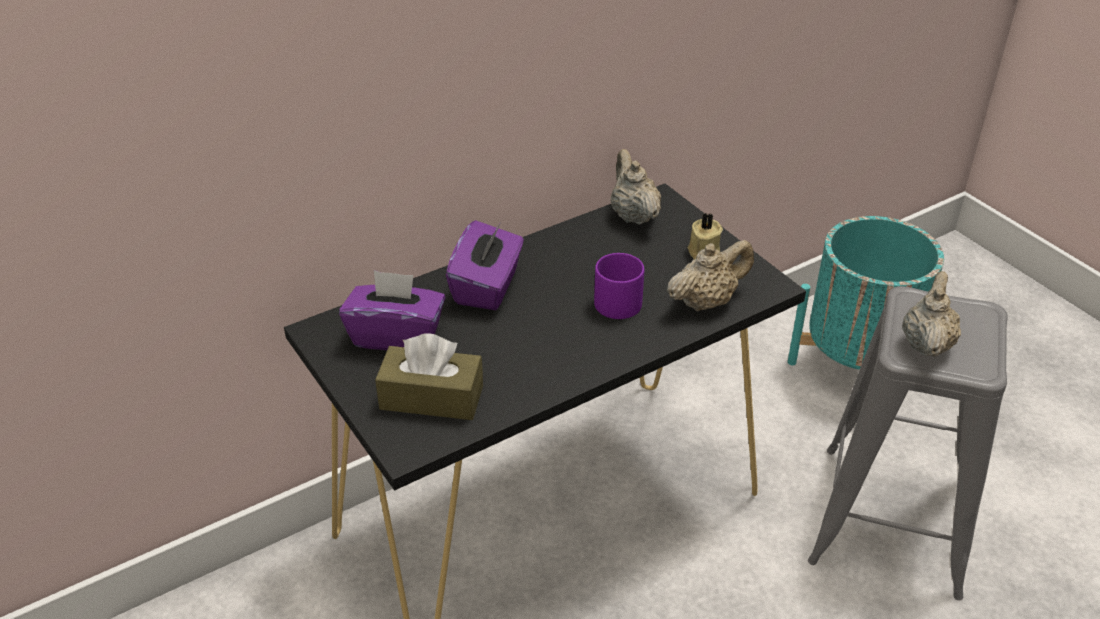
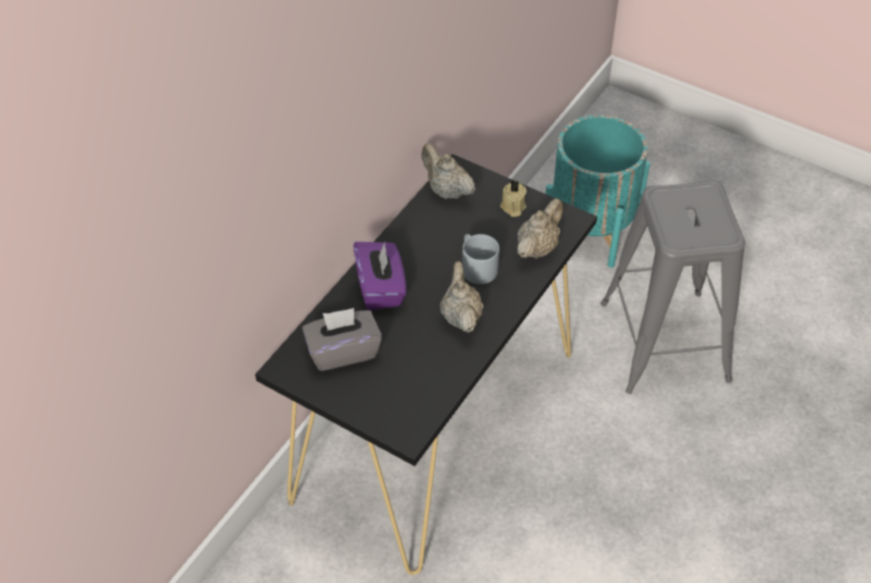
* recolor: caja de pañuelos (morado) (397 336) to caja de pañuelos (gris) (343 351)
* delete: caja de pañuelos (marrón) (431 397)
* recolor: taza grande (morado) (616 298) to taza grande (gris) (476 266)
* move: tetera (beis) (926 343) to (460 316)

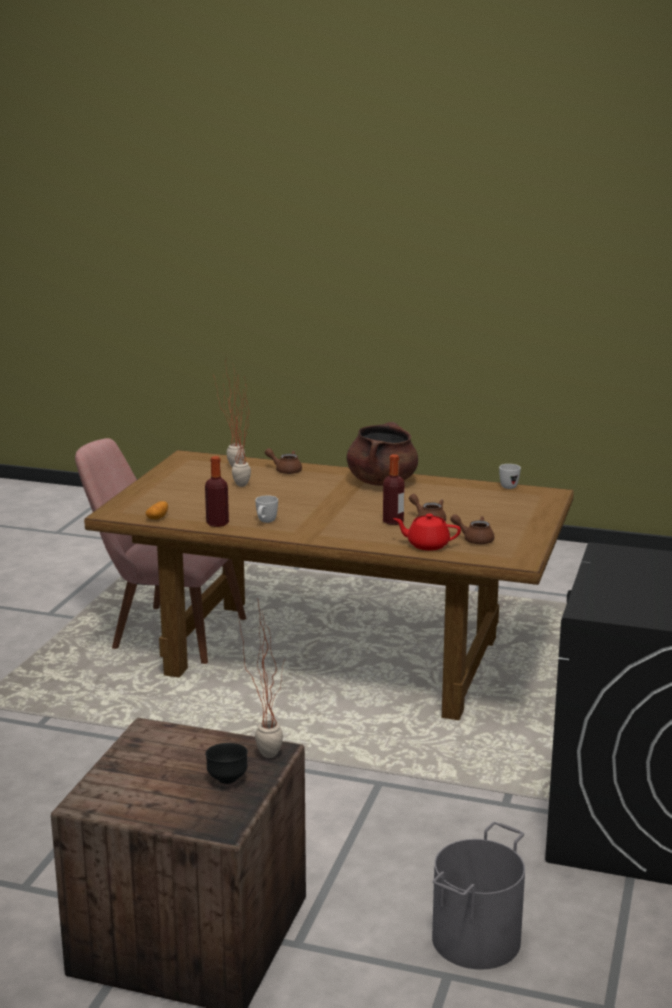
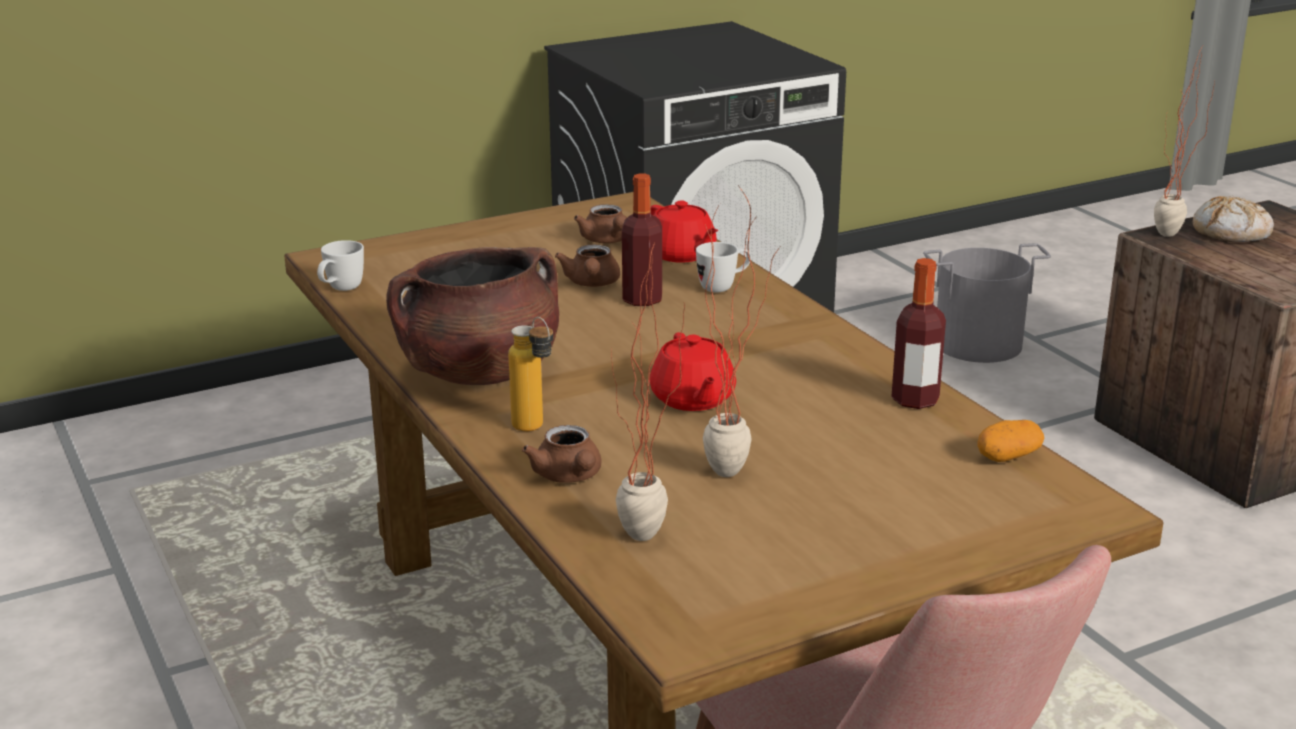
* replace: cuenco (negro) (227 779) to pan (1231 232)
* move: taza grande (blanco) (265 522) to (723 287)
* insert: botella (535 430)
* insert: tetera (rojo) (692 399)

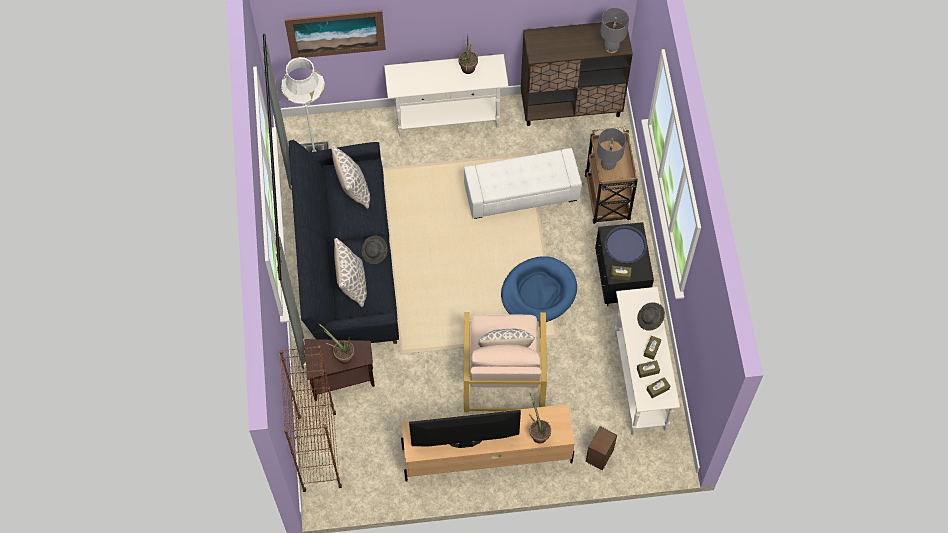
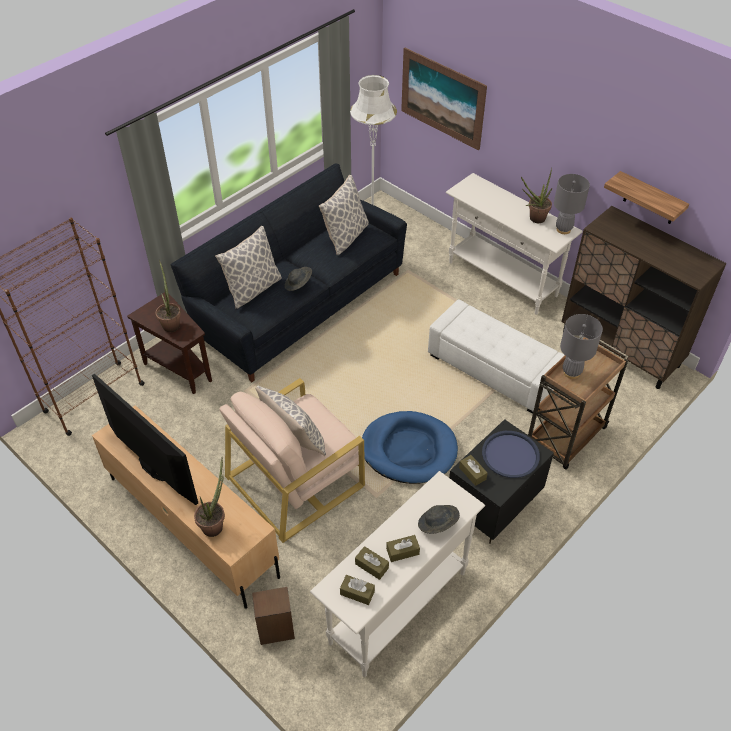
* move: lámpara de mesa (gris) (611 48) to (563 229)
* insert: estante (650 199)

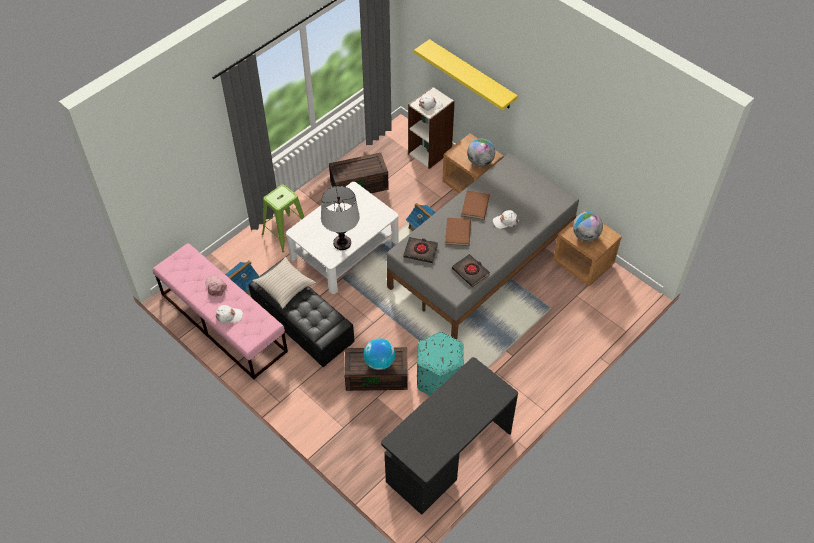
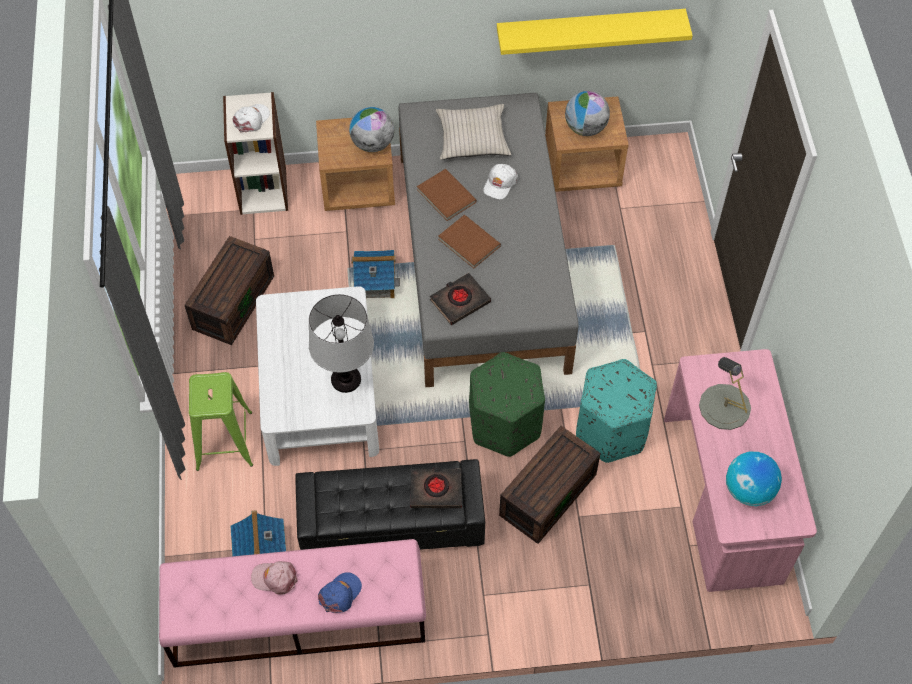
* recolor: gorra (blanco) (229 315) to gorra (azul) (340 594)
* move: cojín (beis) (284 286) to (472 138)
* move: globo terráqueo (379 362) to (748 490)
* recolor: escritorio (negro) (448 456) to escritorio (rosa) (725 498)
* move: estante (amarillo) (472 75) to (590 28)
* move: libro (negro) (471 272) to (436 490)
* insert: puf (verde) (505 423)
* insert: lámpara de mesa (gris) (724 407)

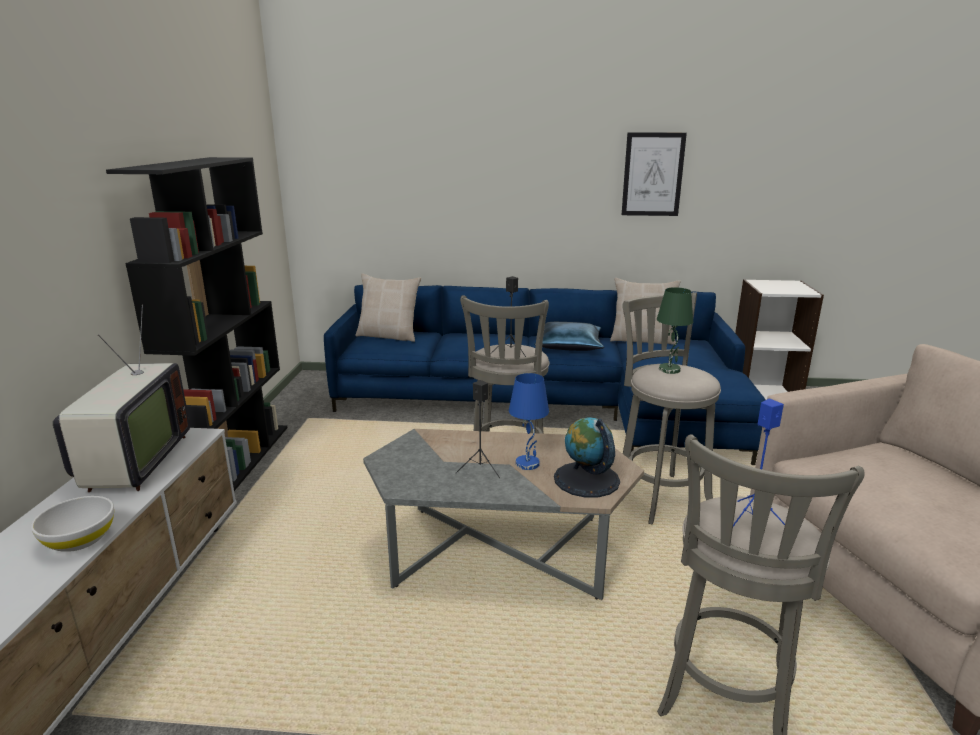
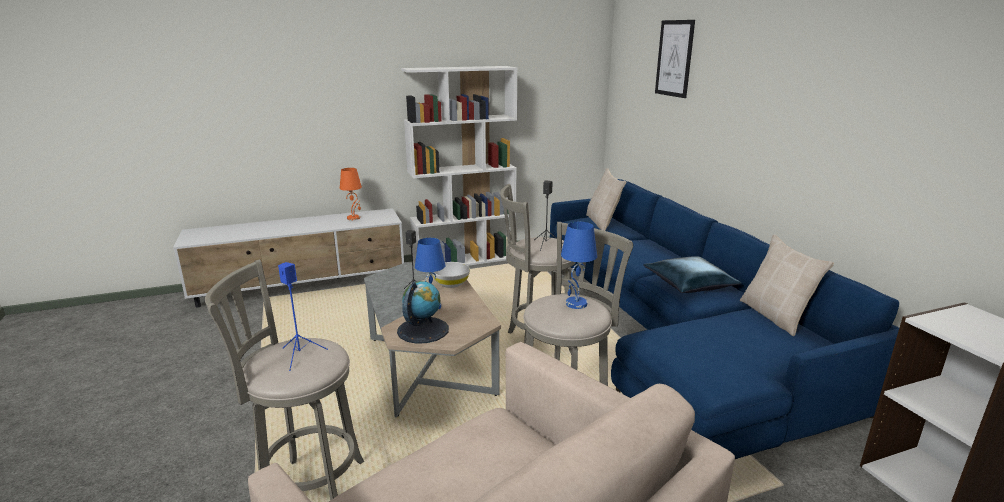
* move: cuenco (blanco) (79 539) to (451 283)
* replace: televisor (133 463) to lámpara de mesa (naranja) (354 218)
* recolor: estantería (negro) (237 461) to estantería (blanco) (464 260)
* move: cuadro (653 174) to (674 58)
* recolor: lámpara de mesa (verde) (670 370) to lámpara de mesa (azul) (576 304)

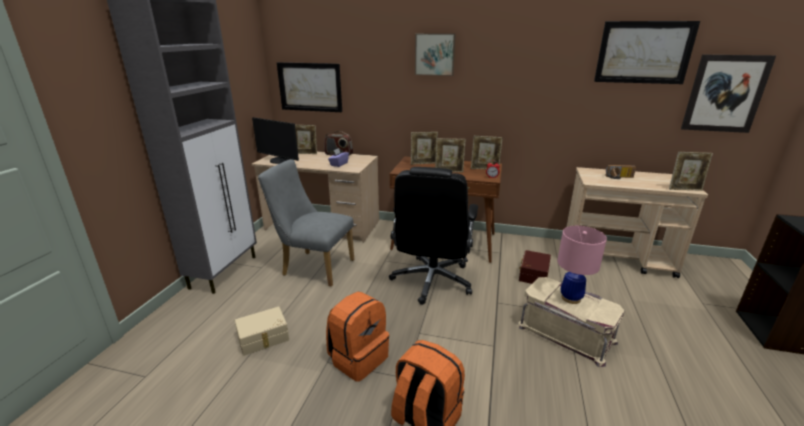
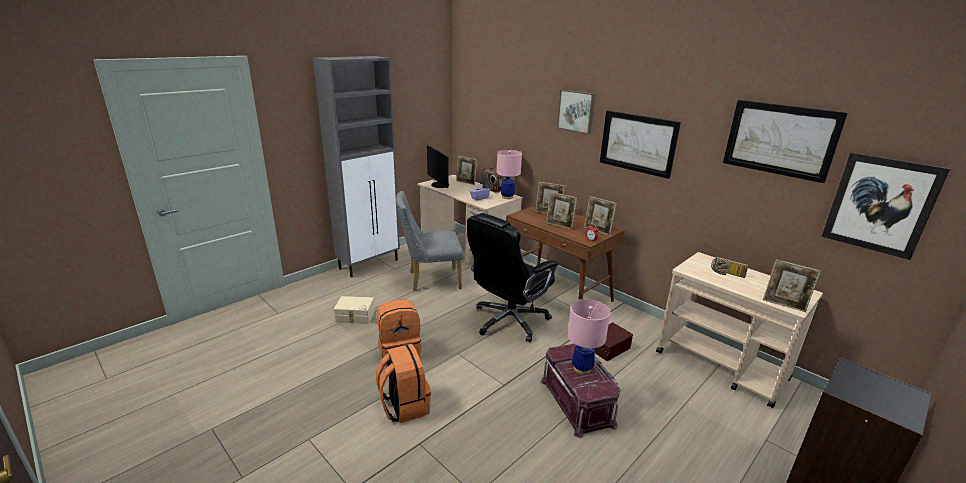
* rotate: silla (gris) (313 267) = (430 280) 60 degrees counterclockwise
* move: cuadro (310 87) to (638 143)
* recolor: caja de almacenaje (beis) (566 333) to caja de almacenaje (rojo) (578 402)
* insert: lámpara de mesa (rosa) (507 197)

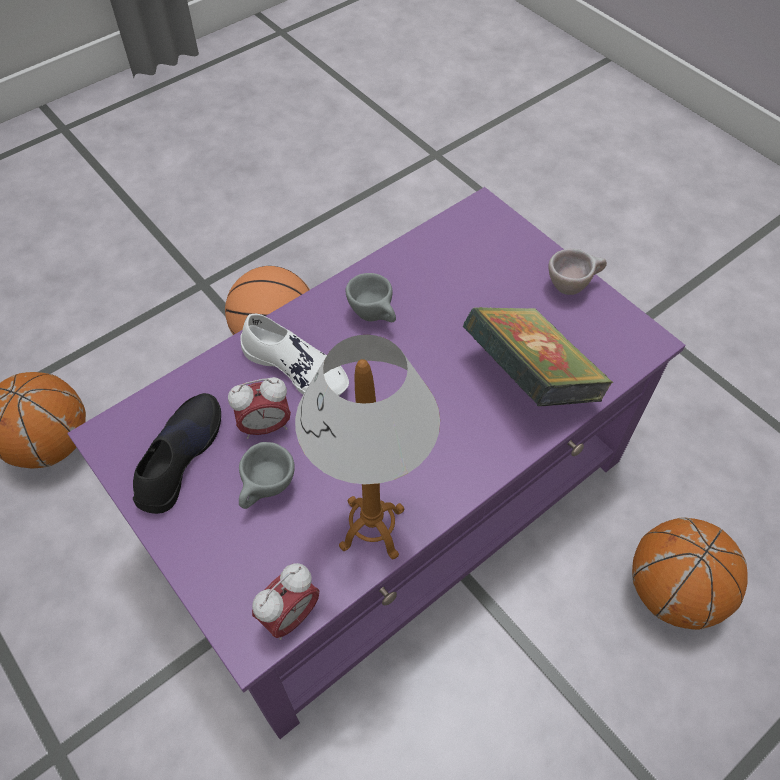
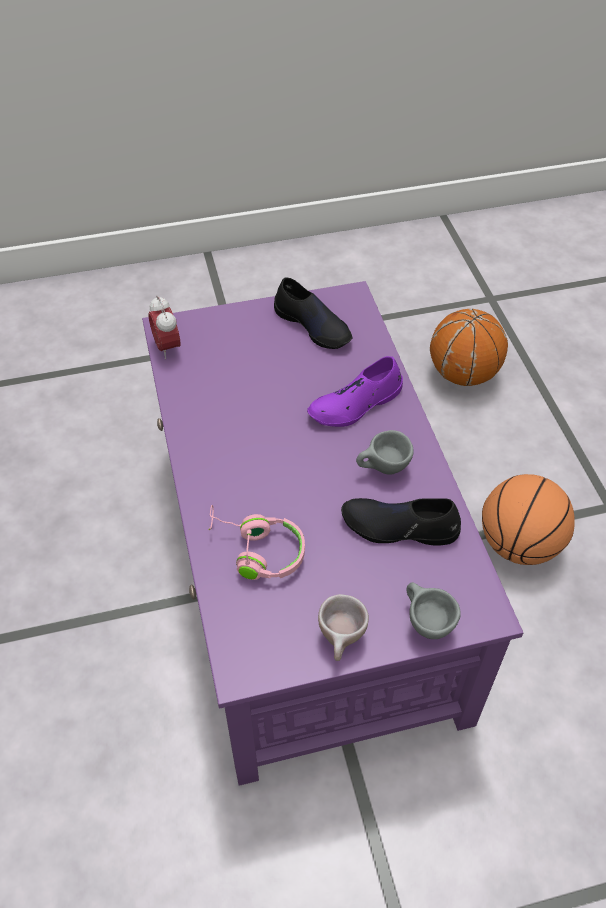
* delete: despertador (265 426)
* move: taza (gris) (266 491) to (424 623)
* recolor: zapato (blanco) (296 367) to zapato (morado) (355 404)
* delete: lámpara de mesa (373 529)
* replace: libro (529 379) to auriculares (rosa) (256 550)
* delete: balón de baloncesto (672 591)
* insert: zapato (negro) (399 527)

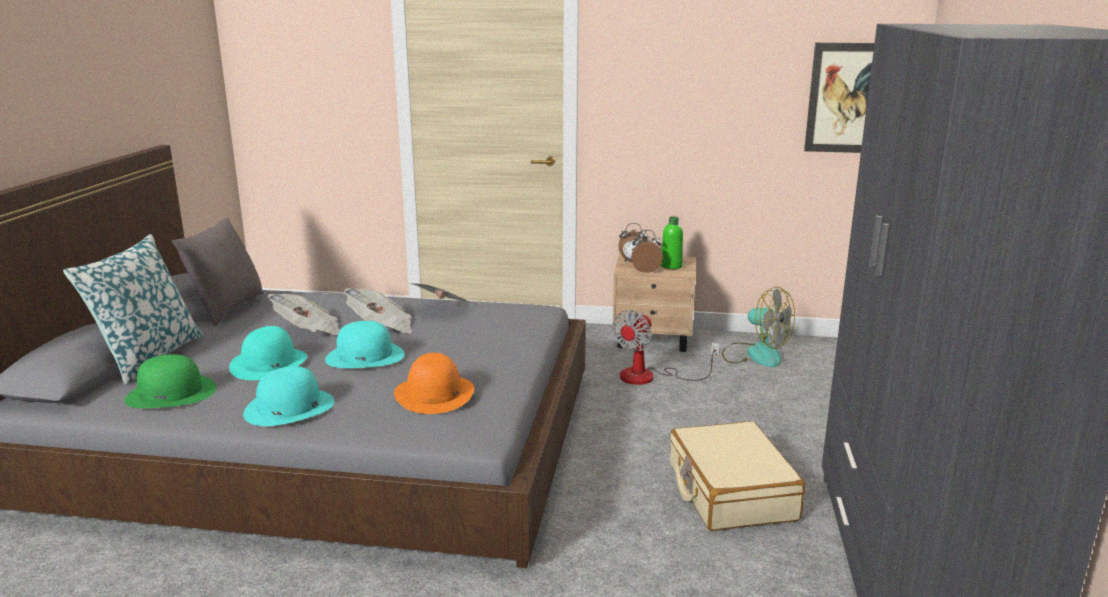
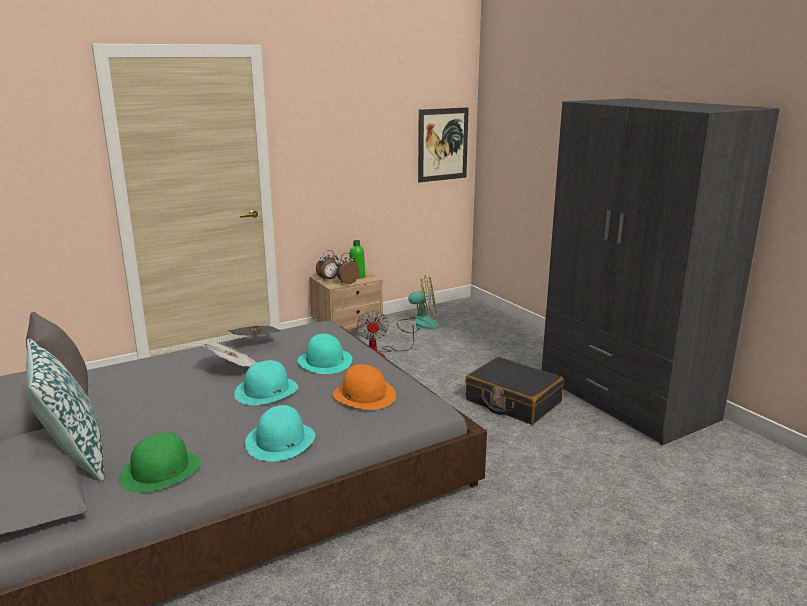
* move: sombrero (turquesa) (269 363) to (325 361)
* delete: periódico (308 331)
* recolor: maleta (beis) (730 492) to maleta (negro) (512 401)

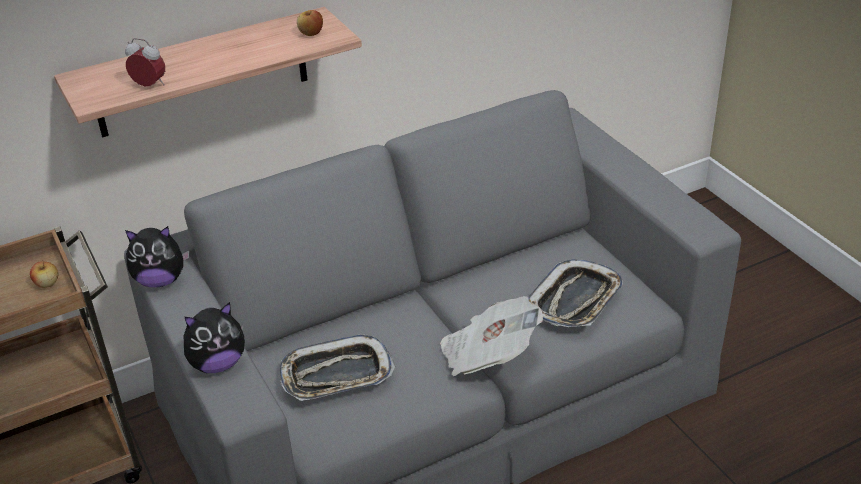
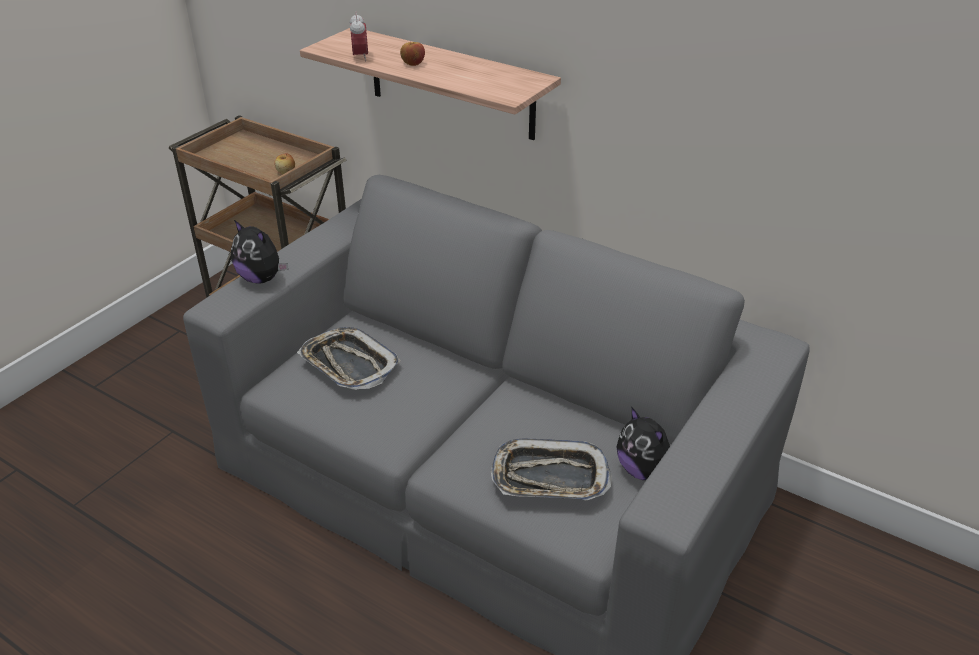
* move: peluche (160 280) to (643 470)
* move: manzana (311 33) to (413 64)
* delete: periódico (488 355)

